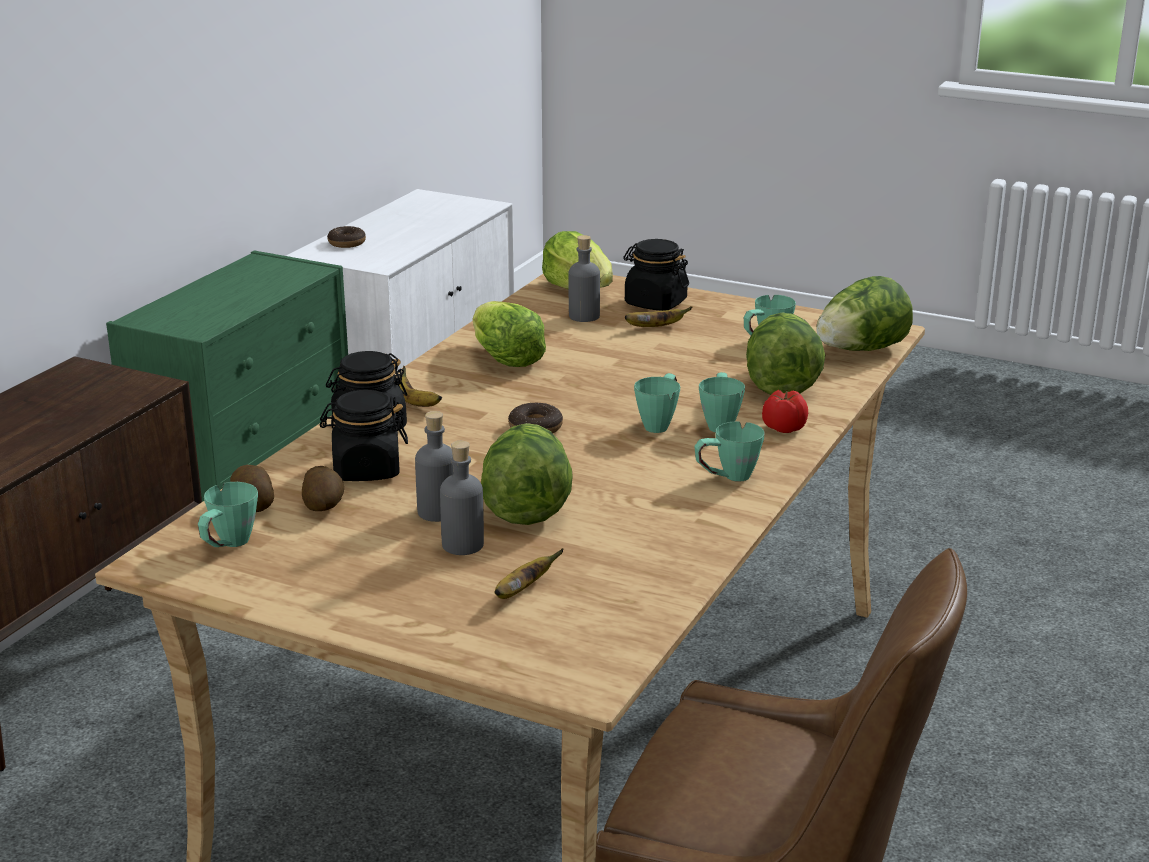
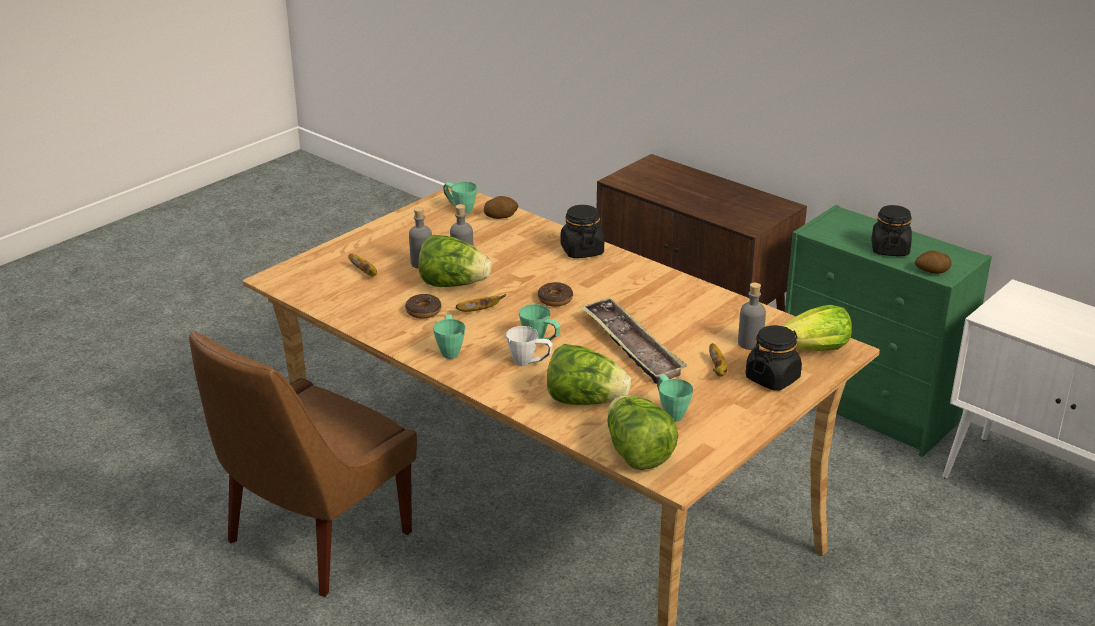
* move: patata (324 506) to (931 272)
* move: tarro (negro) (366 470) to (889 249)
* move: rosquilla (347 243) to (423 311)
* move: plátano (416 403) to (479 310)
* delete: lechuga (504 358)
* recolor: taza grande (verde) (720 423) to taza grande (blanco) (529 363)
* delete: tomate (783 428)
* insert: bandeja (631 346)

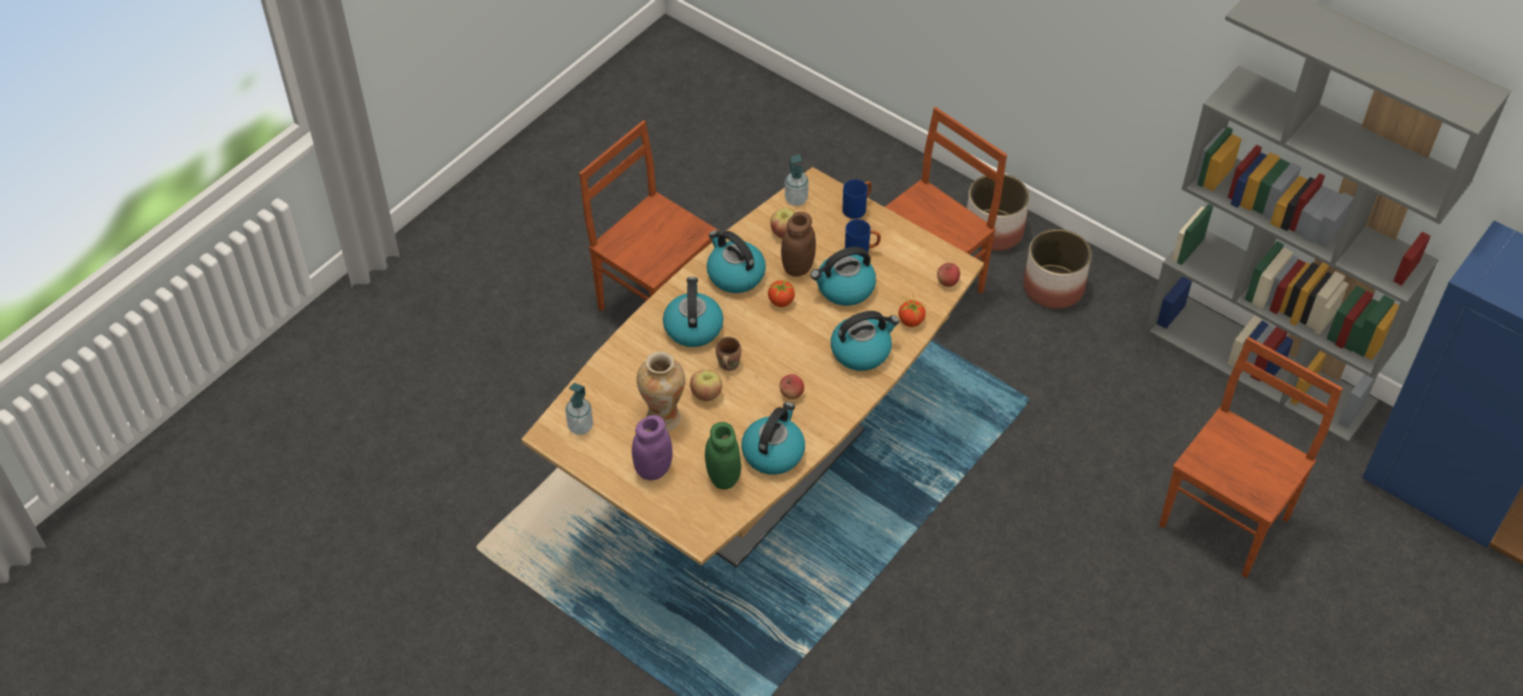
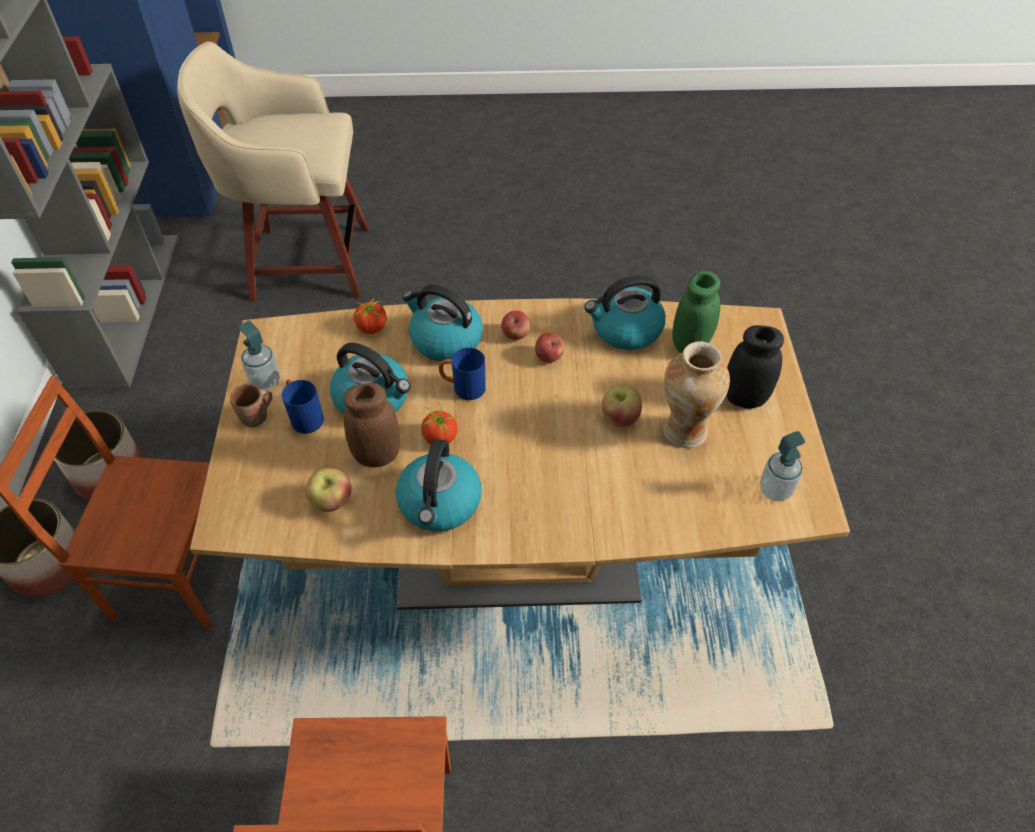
* recolor: tarro (morado) (653 469) to tarro (negro) (744 398)
* delete: hervidor (693 327)
* move: taza grande (marrón) (727 364) to (257 418)
* move: dispensador de jabón (796 199) to (265 381)
* move: taza grande (azul) (857 208) to (463 388)
* move: manzana (947 282) to (516 335)
* replace: silla (marrón) (1226 521) to taburete (beis) (305 262)

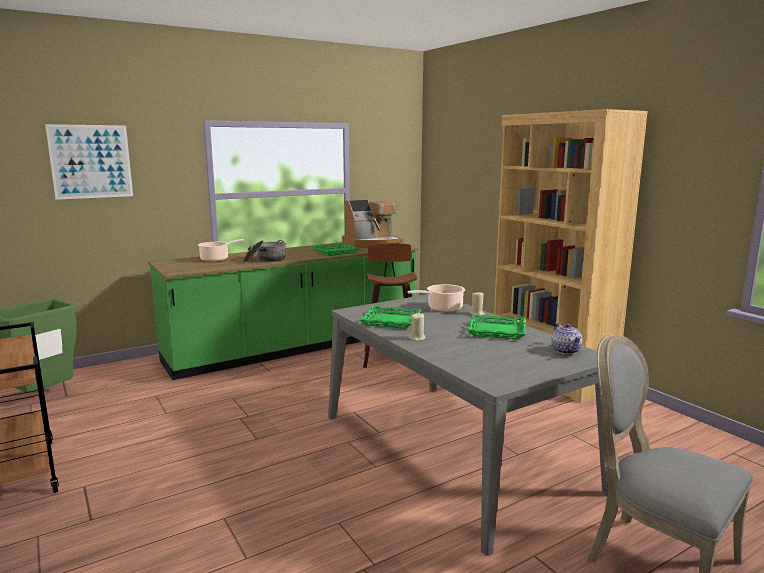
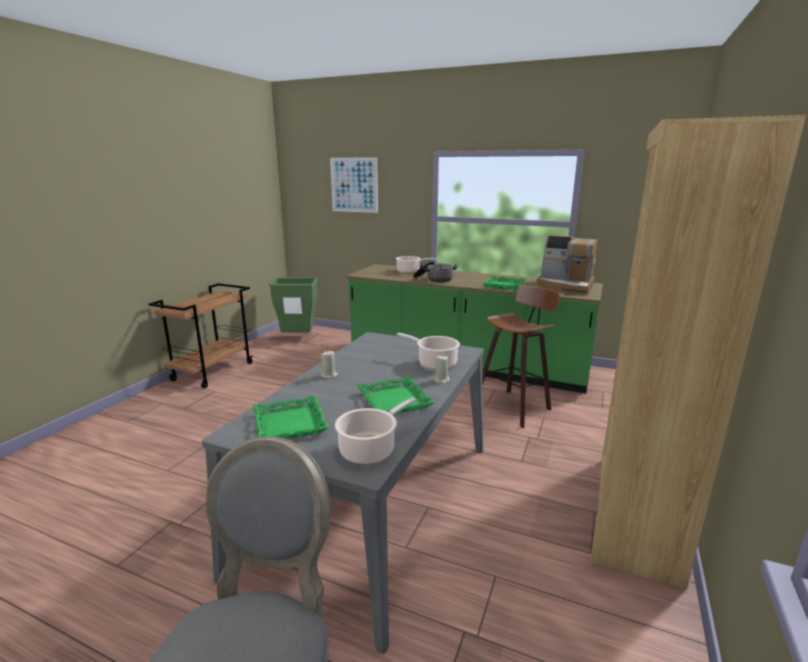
* move: bandeja (verde) (391 321) to (290 424)
* replace: tetera (566 351) to olla (370 449)

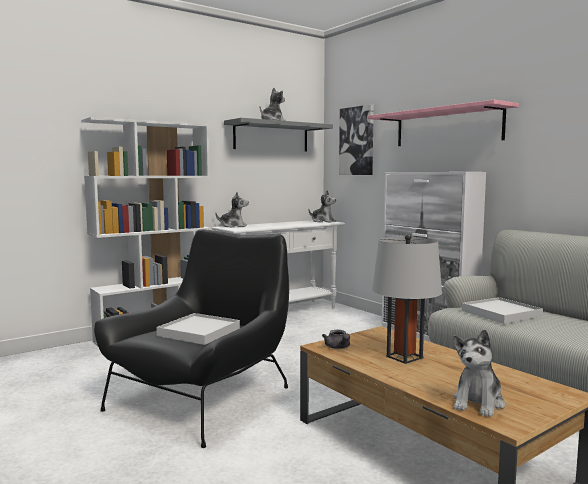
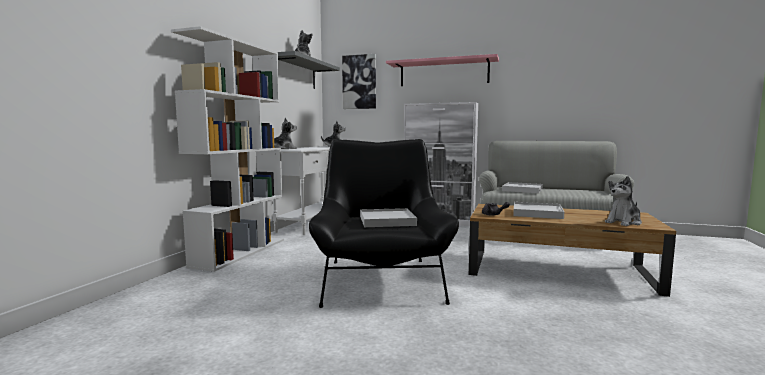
* replace: lámpara de mesa (gris) (404 357) to bandeja (blanco) (537 213)
* rotate: peluche (478 403) = (623 222) 60 degrees clockwise

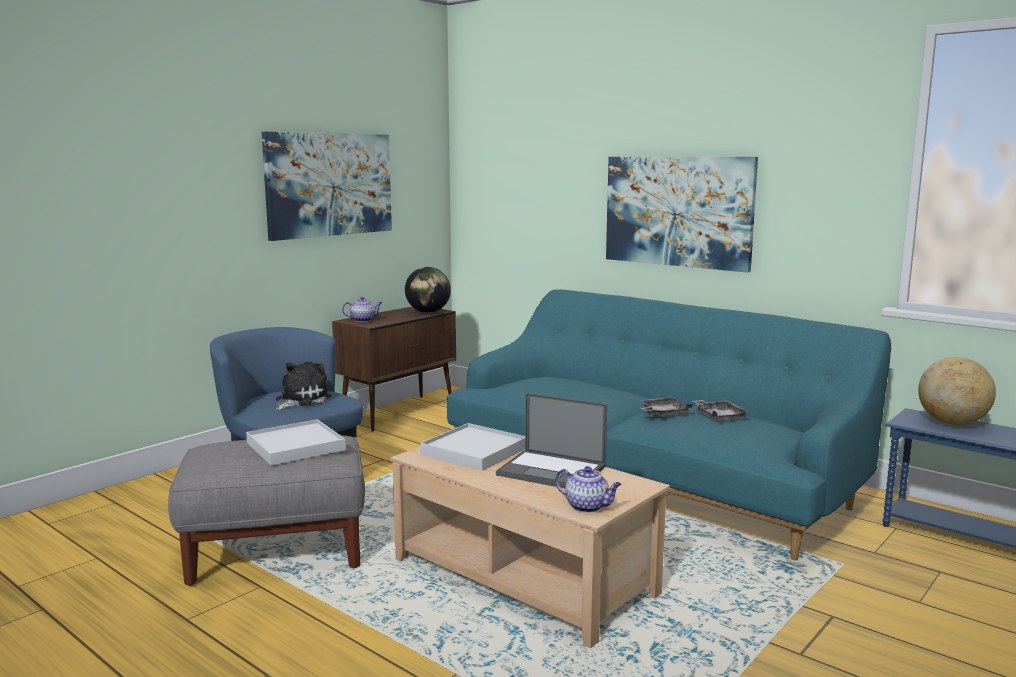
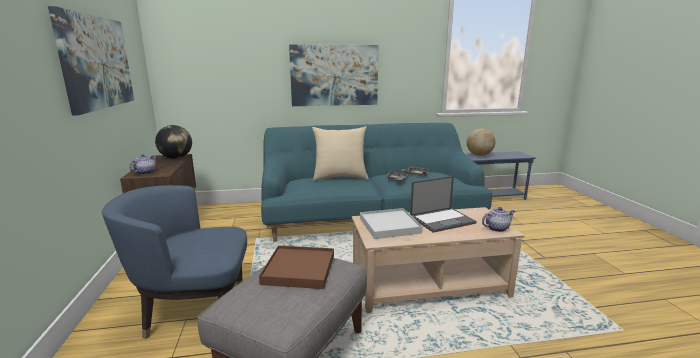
* recolor: bandeja (blanco) (296 446) to bandeja (marrón) (299 269)
* delete: peluche (300 400)
* insert: cojín (beis) (340 177)

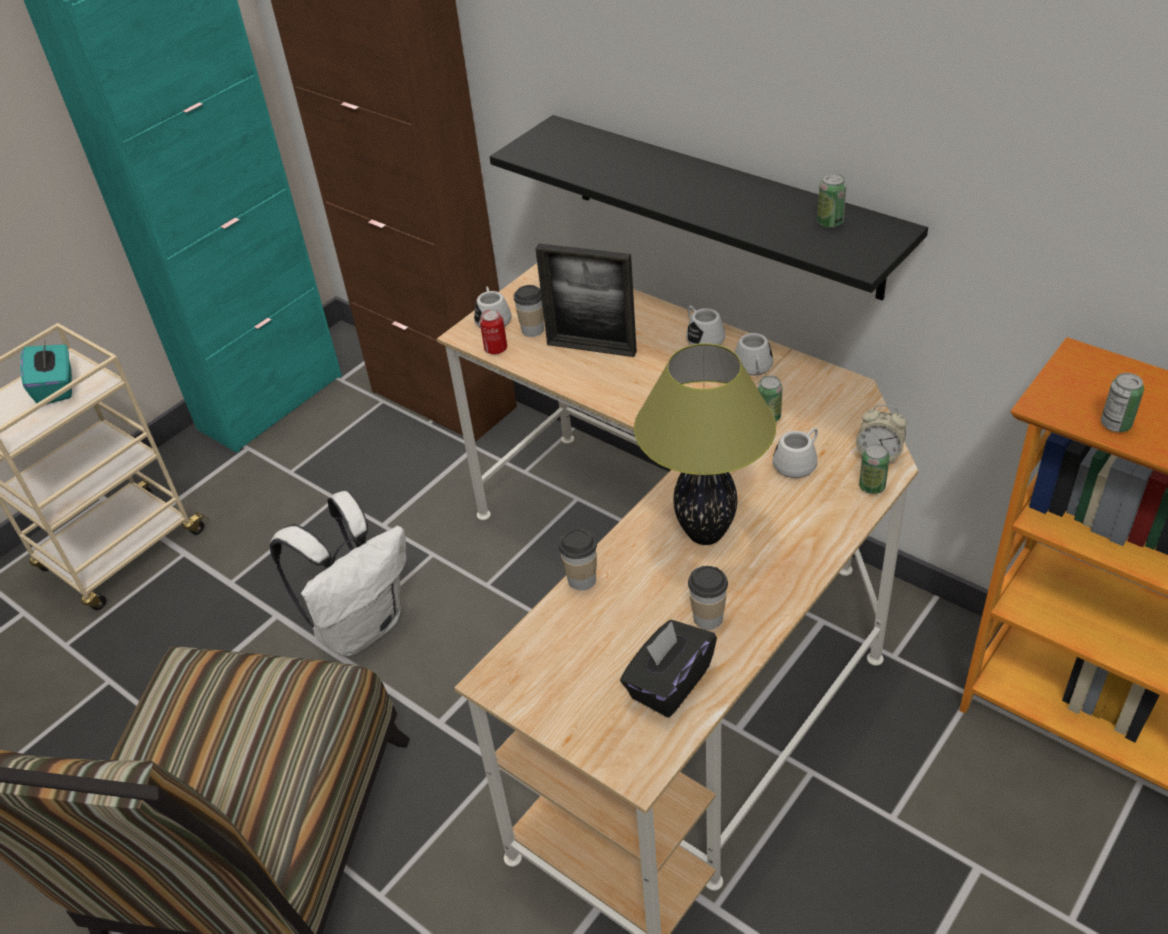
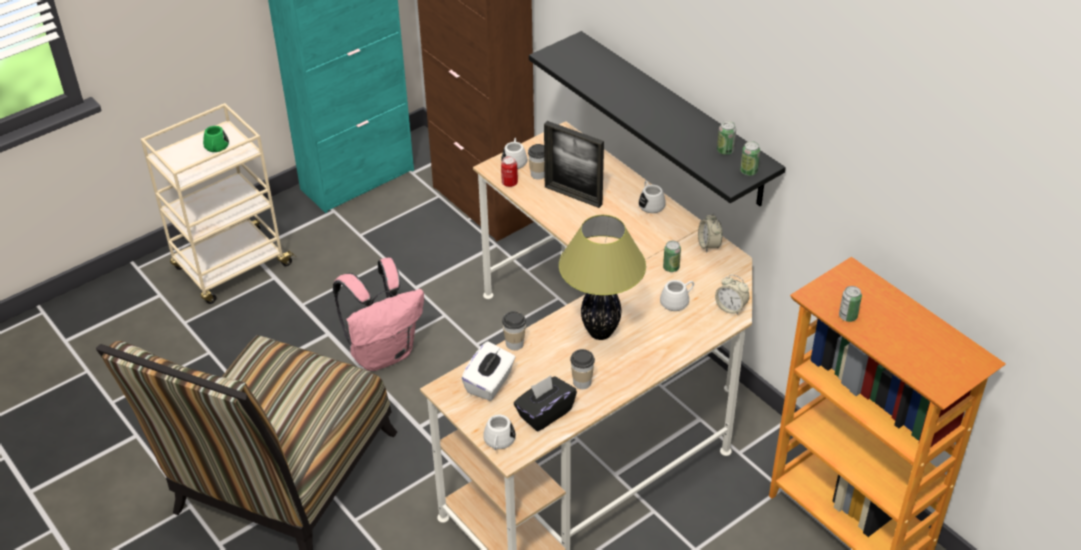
* replace: caja de pañuelos (turquesa) (56 387) to taza grande (verde) (216 148)
* recolor: mochila (blanco) (361 626) to mochila (rosa) (383 353)
* move: taza grande (blanco) (753 368) to (498 442)
* move: lata (872 487) to (748 171)
* insert: caja de pañuelos (blanco) (489 383)
* insert: despertador (709 245)

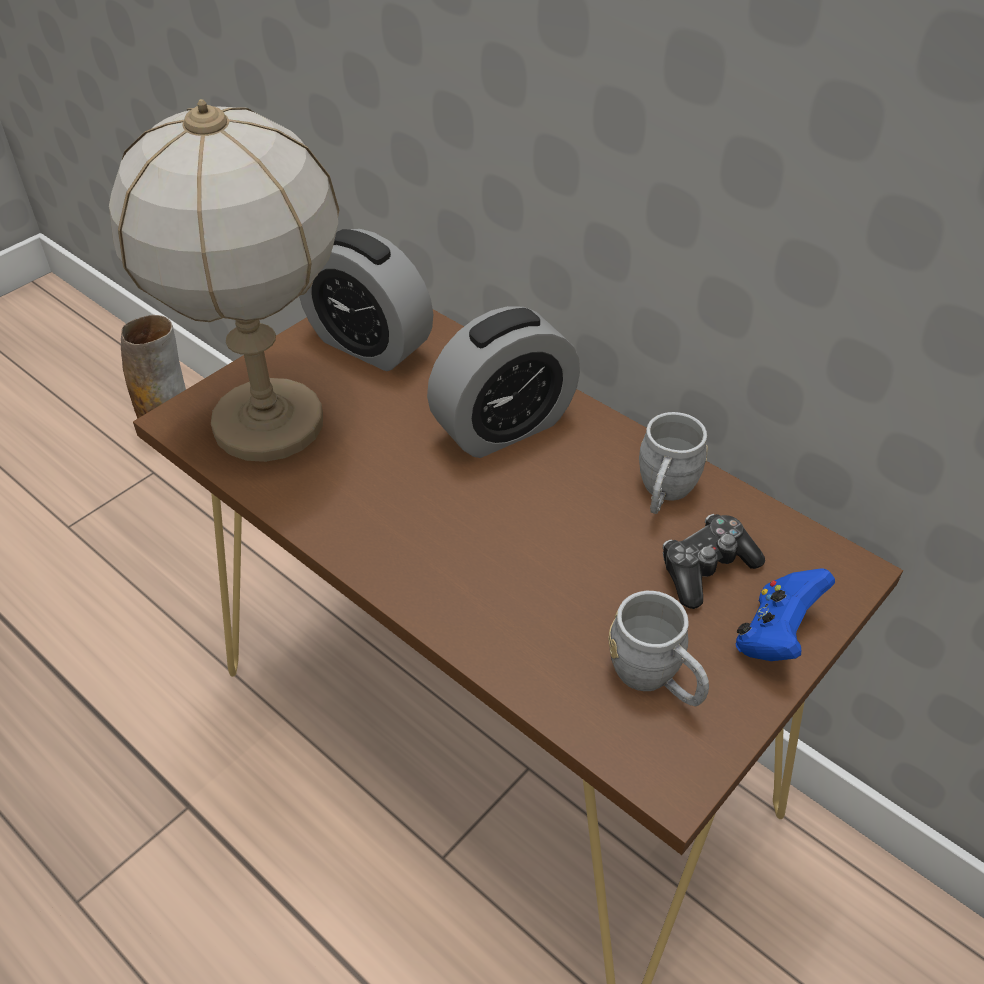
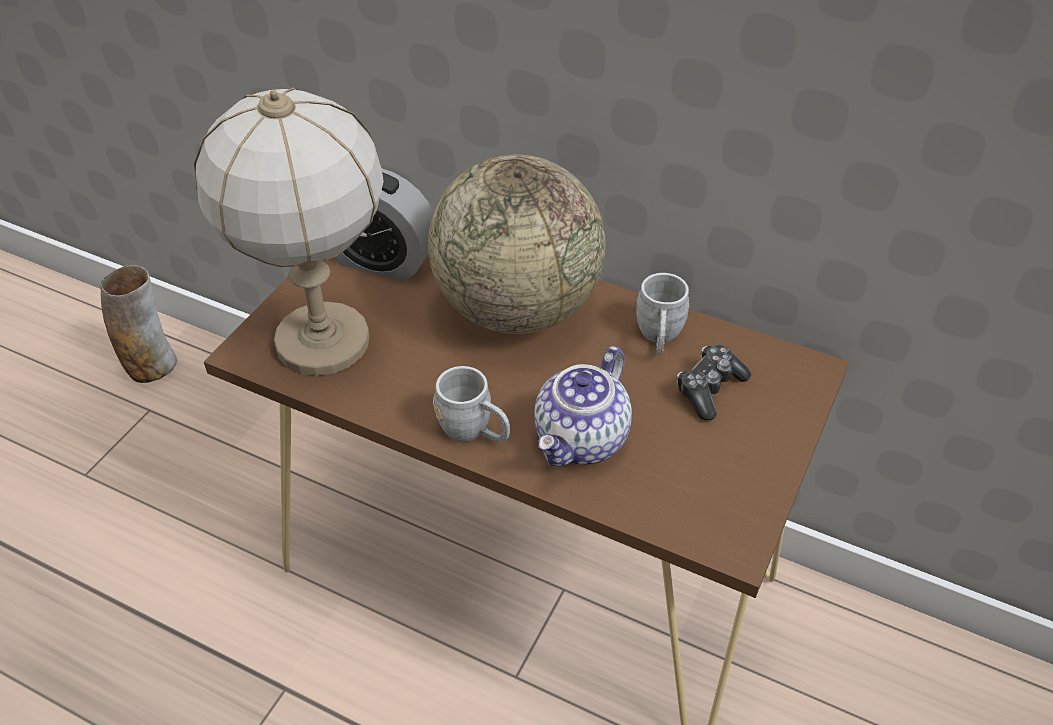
* replace: despertador (503 427) to globo terráqueo (517 309)
* move: taza grande (gris) (656 679) to (474 431)
* delete: mando de consola (azul) (775 635)
* insert: tetera (582 440)

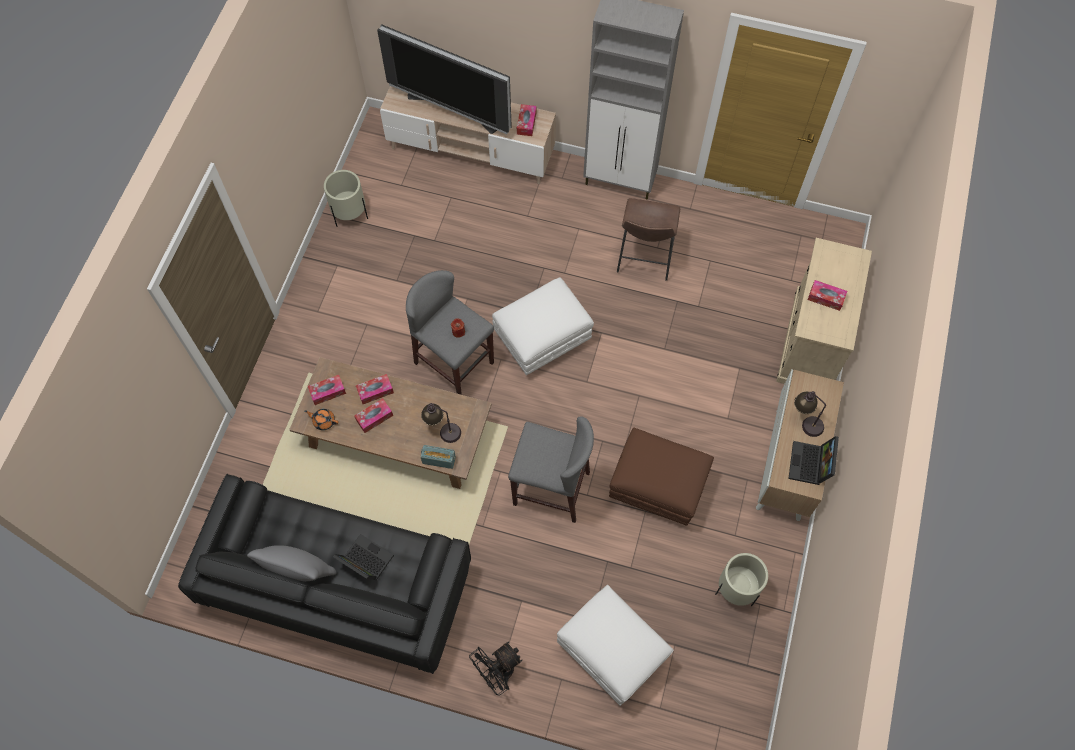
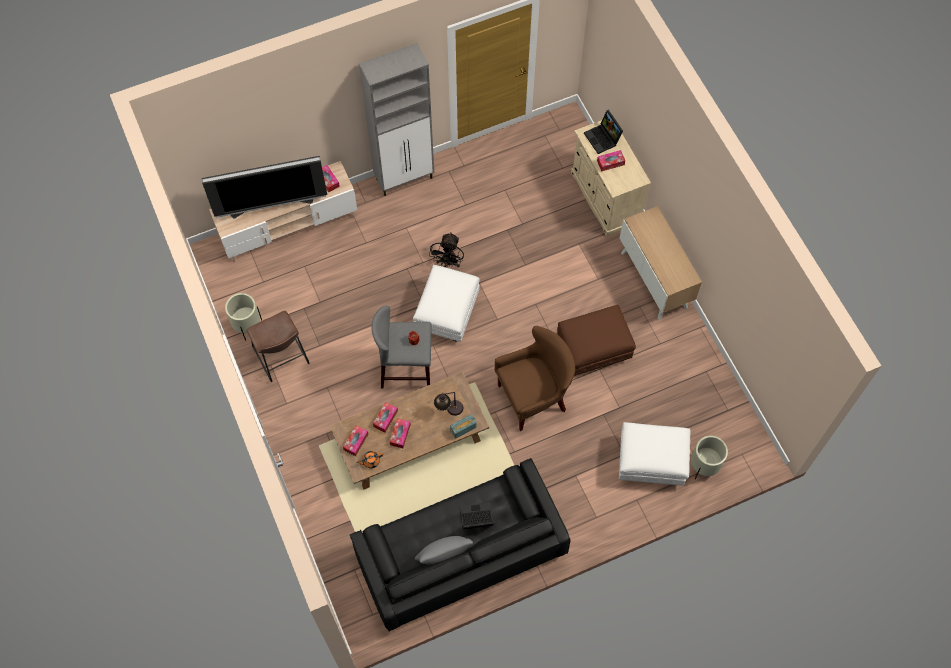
* move: ventilador (negro) (498 672) to (448 263)
* replace: taburete (gris) (551 488) to sillón (marrón) (534 398)
* move: taburete (marrón) (644 258) to (282 358)
* move: maceta (beis) (735 590) to (704 466)
* move: portátil (810 465) to (603 138)
* delete: lámpara de mesa (805 421)

